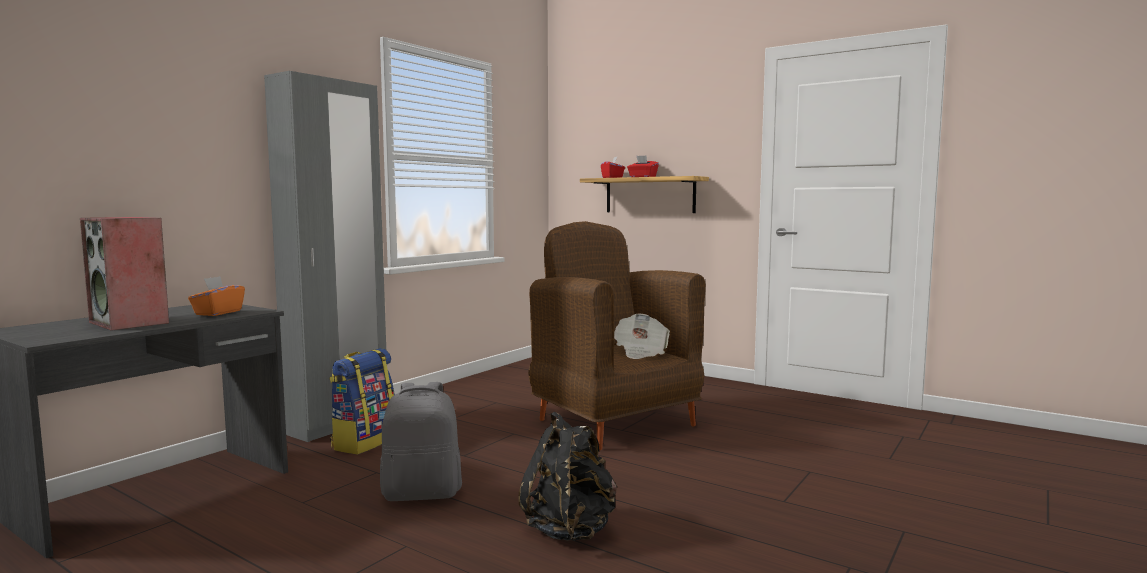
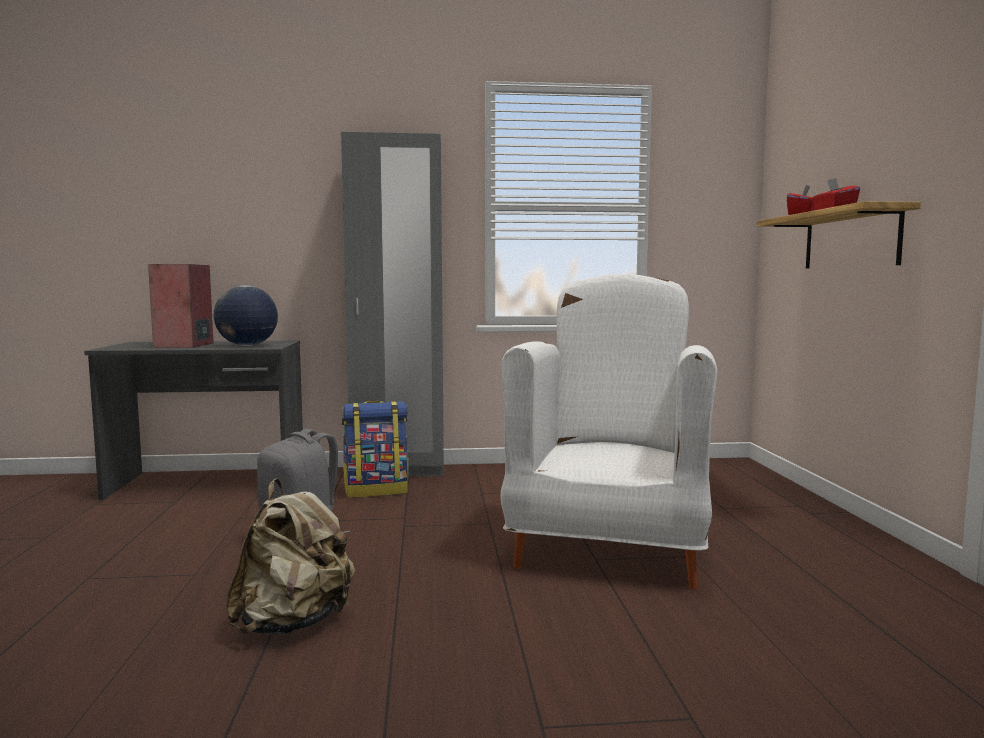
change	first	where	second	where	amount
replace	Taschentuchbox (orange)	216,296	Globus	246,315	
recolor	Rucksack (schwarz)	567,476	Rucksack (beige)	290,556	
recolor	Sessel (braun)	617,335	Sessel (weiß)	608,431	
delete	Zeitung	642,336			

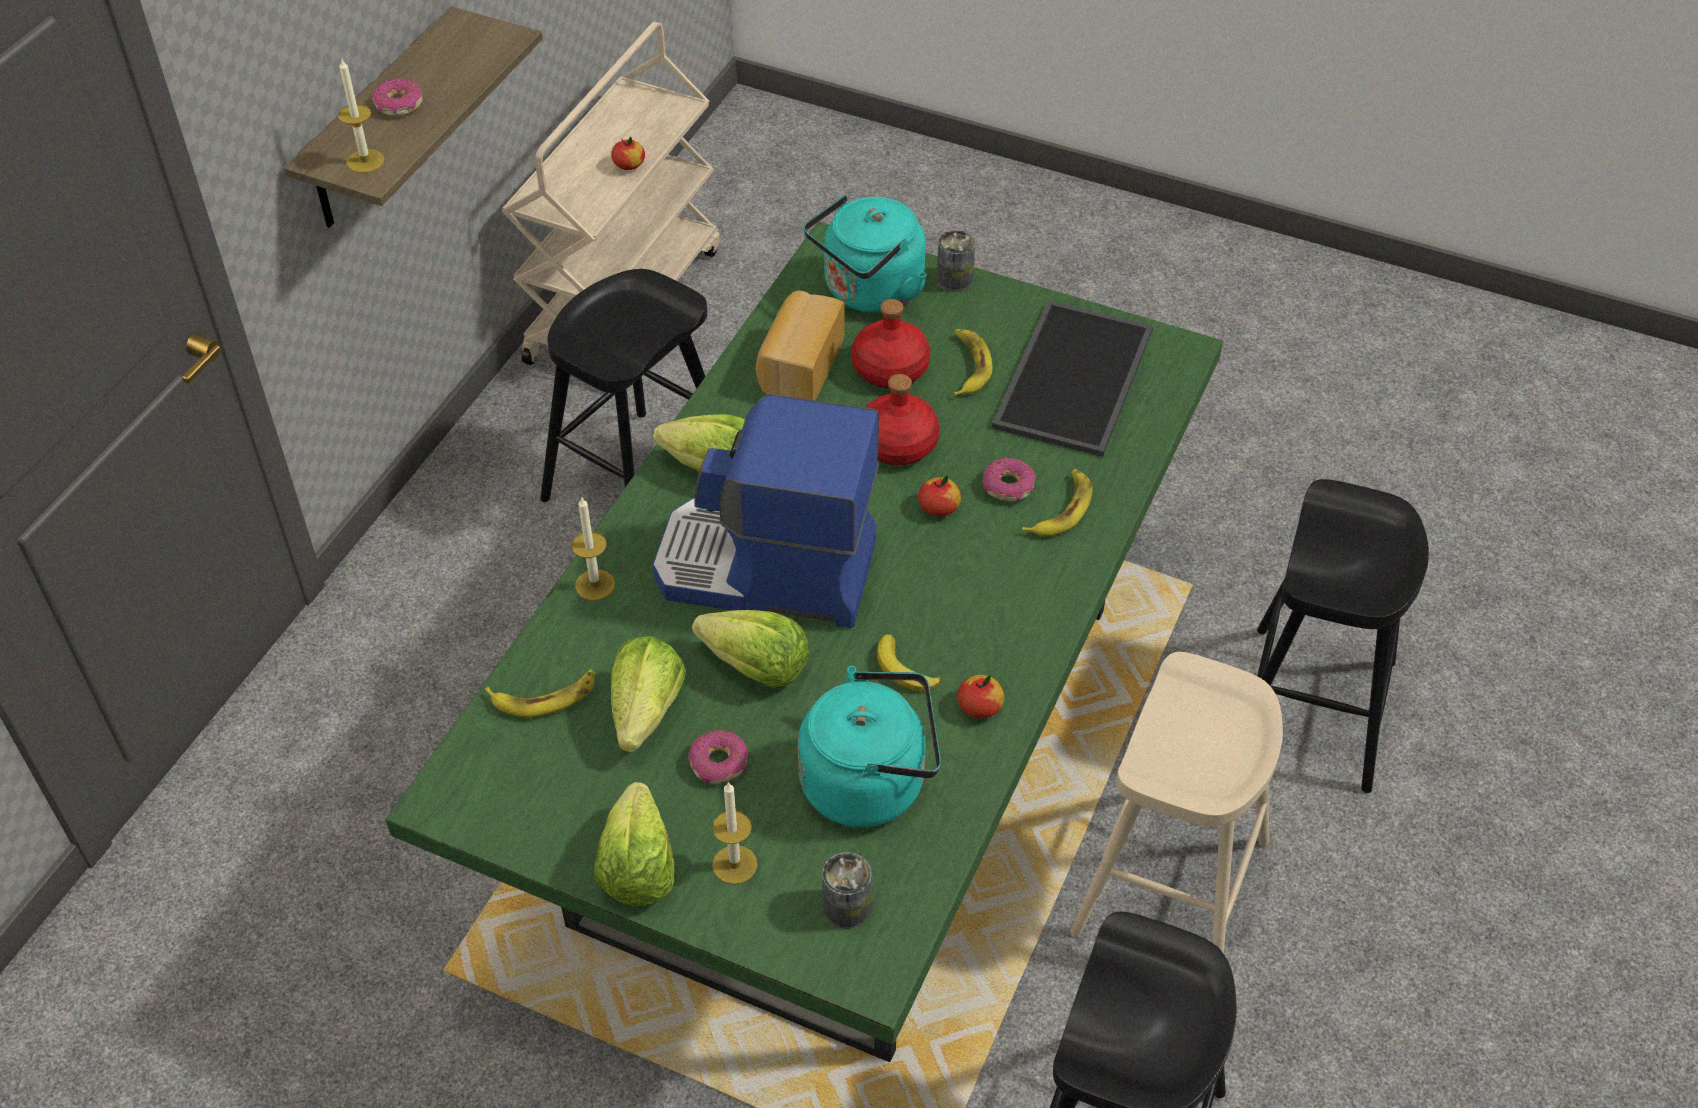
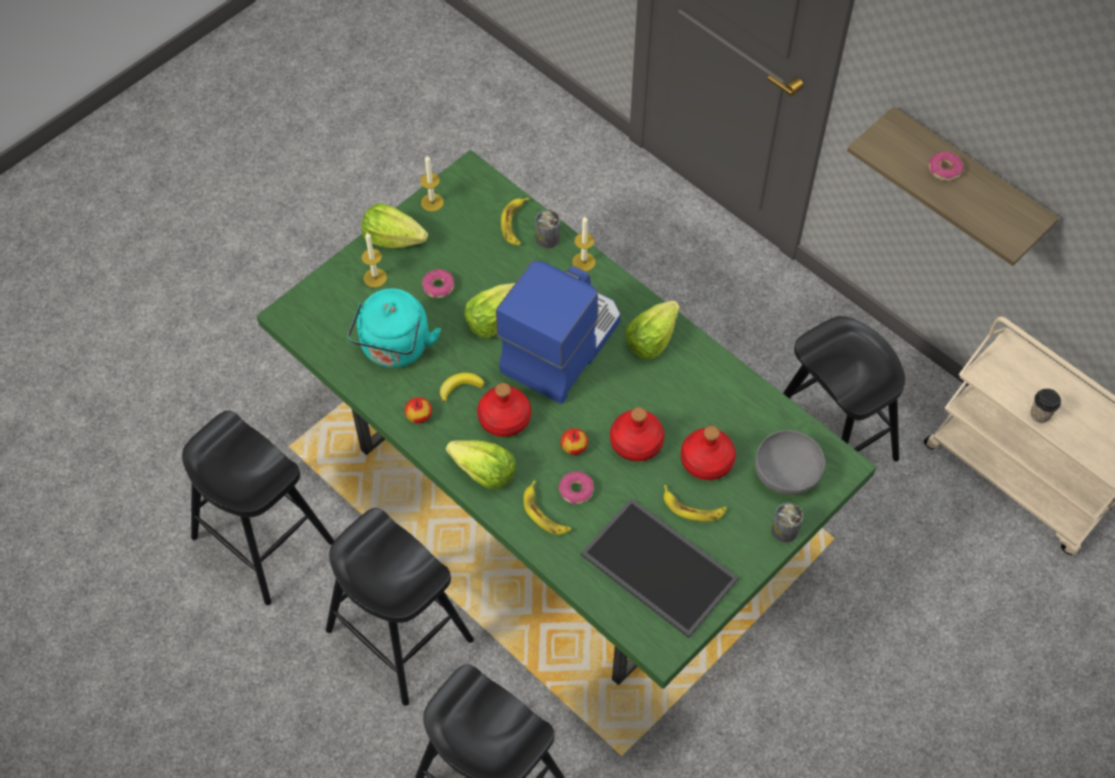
change	first	where	second	where	amount
recolor	Hocker (beige)	1176,803	Hocker (schwarz)	400,607	
move	Kerze	361,115		432,184	
move	Salatkopf	648,694		481,464	
insert			Flasche (rot)	504,410	
move	Dose	847,890		547,229	
replace	Wasserkessel (türkis)	865,254	Schüssel (grau)	790,462	
replace	Apfel	628,153	Tasse	1046,406	
delete	Brot	800,345			

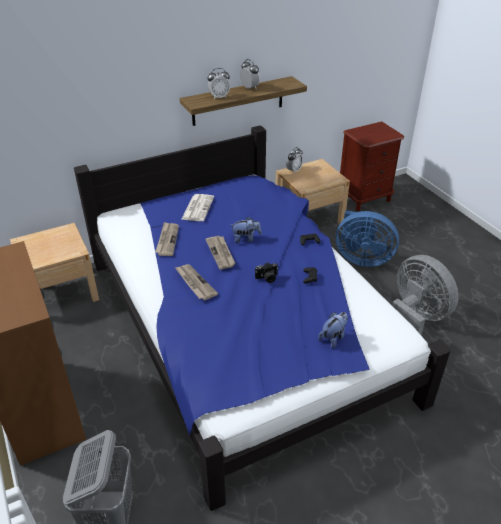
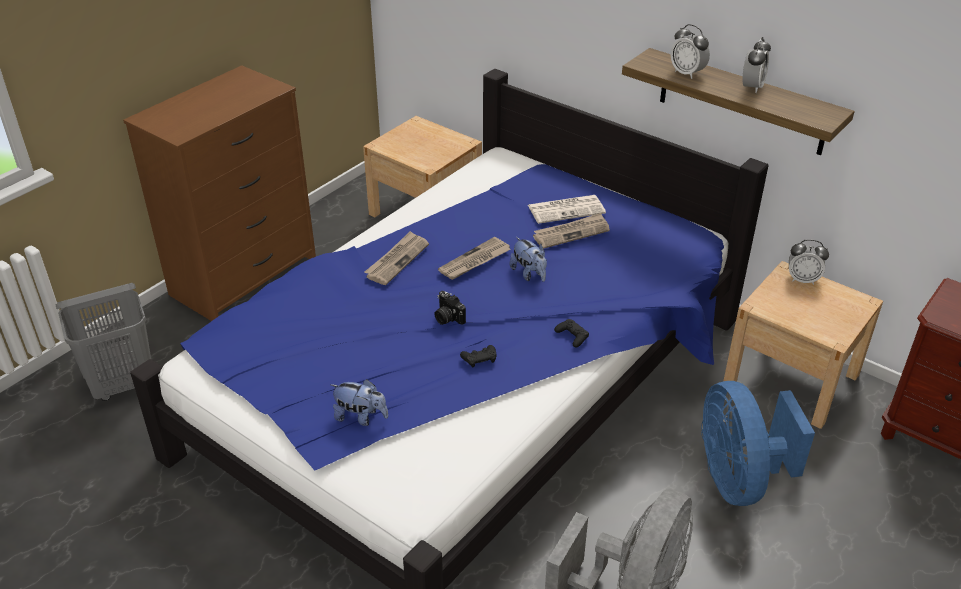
change	first	where	second	where	amount
move	Zeitung	167,239		571,231	

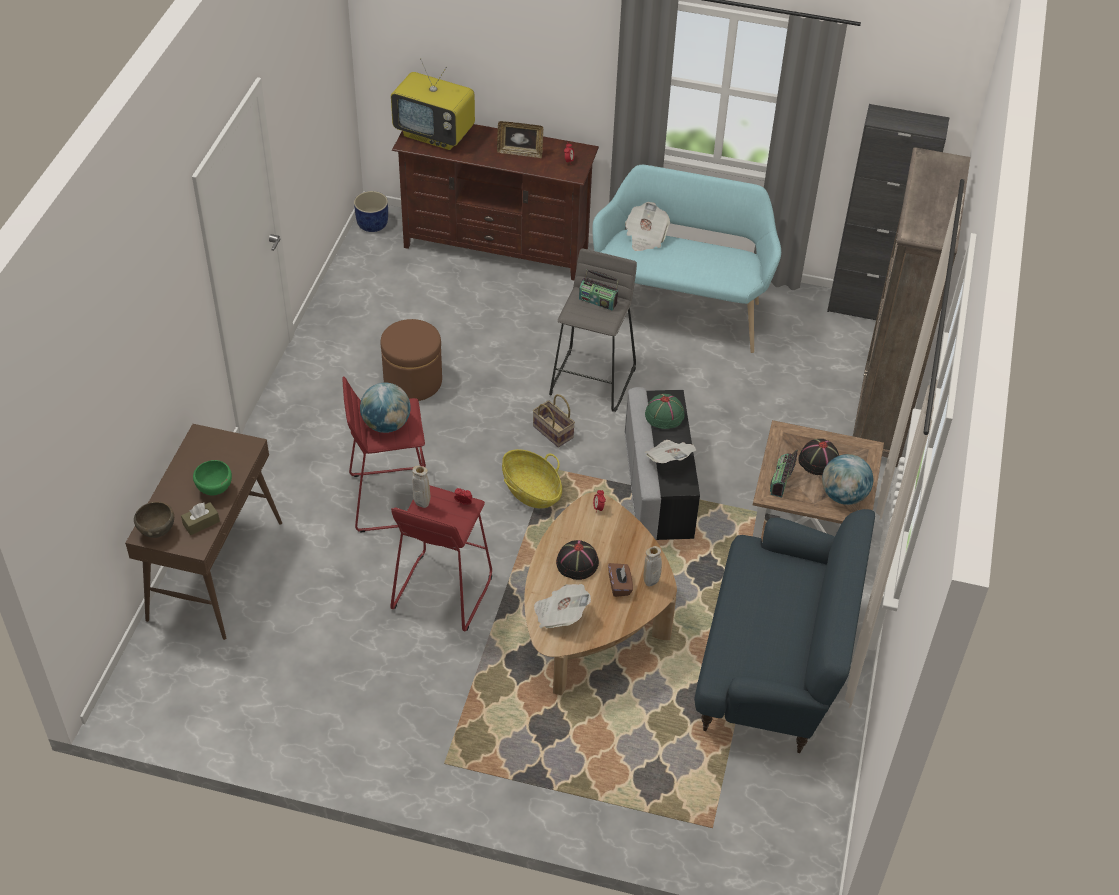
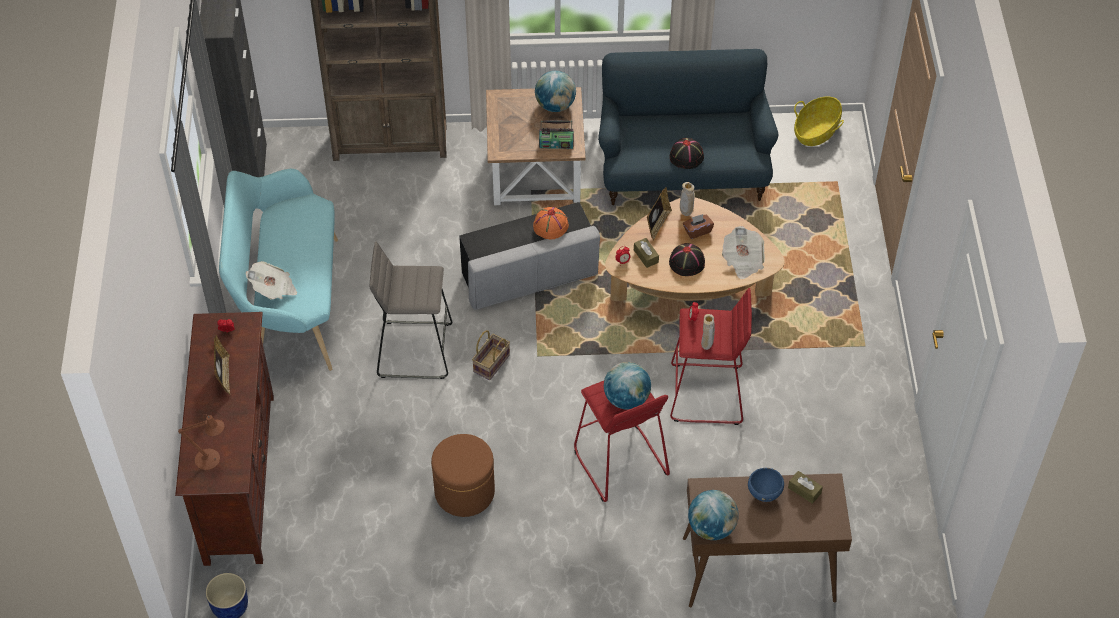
change	first	where	second	where	amount
replace	Fernseher	433,104	Tischlampe (braun)	201,442	
replace	Zeitung	671,451	Hut (orange)	551,223	
insert			Taschentuchbox (braun)	646,253	
insert			Bilderrahmen	659,213	
move	Hut (schwarz)	818,457		687,153	
insert			Globus	713,515	
recolor	Schüssel (grün)	212,478	Schüssel (blau)	766,485	
move	Korb	532,478		819,121	
delete	Schüssel (braun)	154,520			
delete	Radio	599,290			
delete	Hut (grün)	665,411			

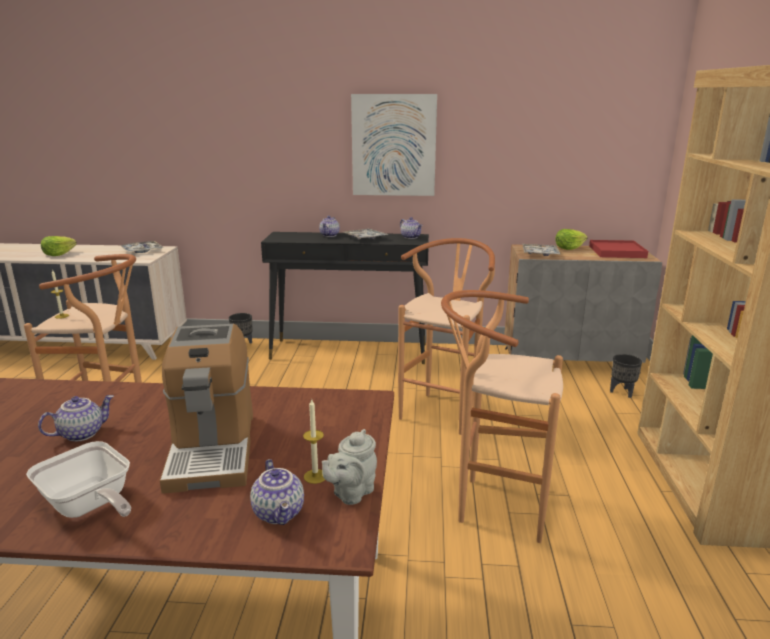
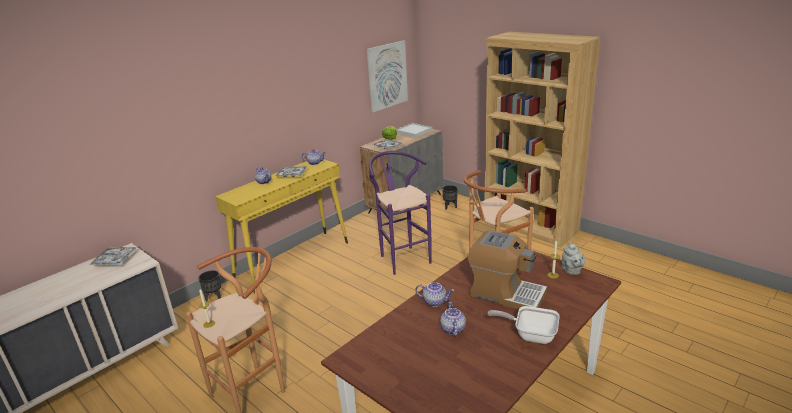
change	first	where	second	where	amount
recolor	Konsolentisch (schwarz)	345,298	Konsolentisch (gelb)	281,227	
move	Bild	394,145		387,76	
recolor	Hocker (braun)	446,336	Hocker (lila)	400,213	
recolor	Tablett (rot)	618,249	Tablett (weiß)	414,130	
move	Teekanne	277,492		434,294	
rotate	Pfanne	78,479		523,325	150 degrees counterclockwise
delete	Salatkopf	59,246			

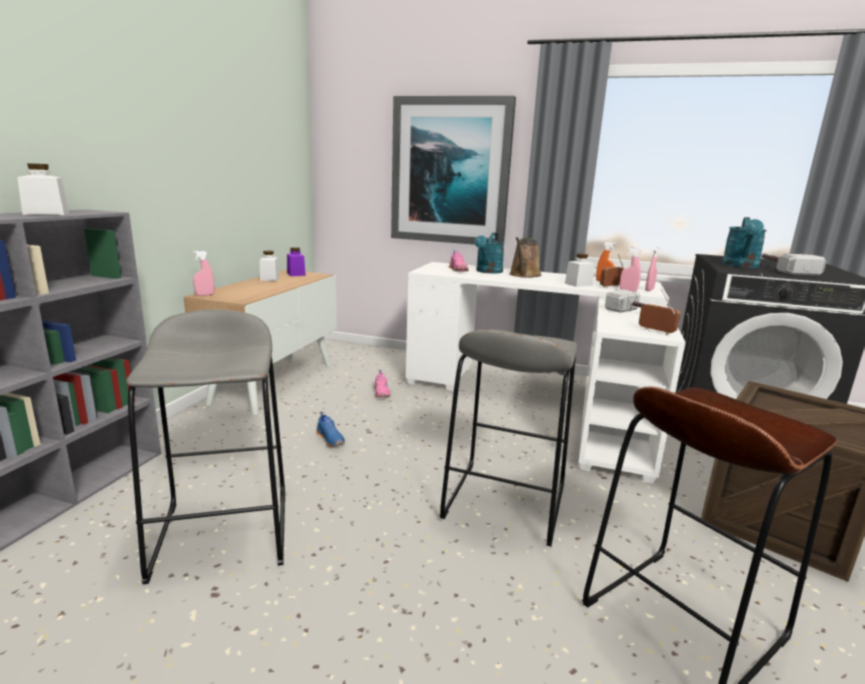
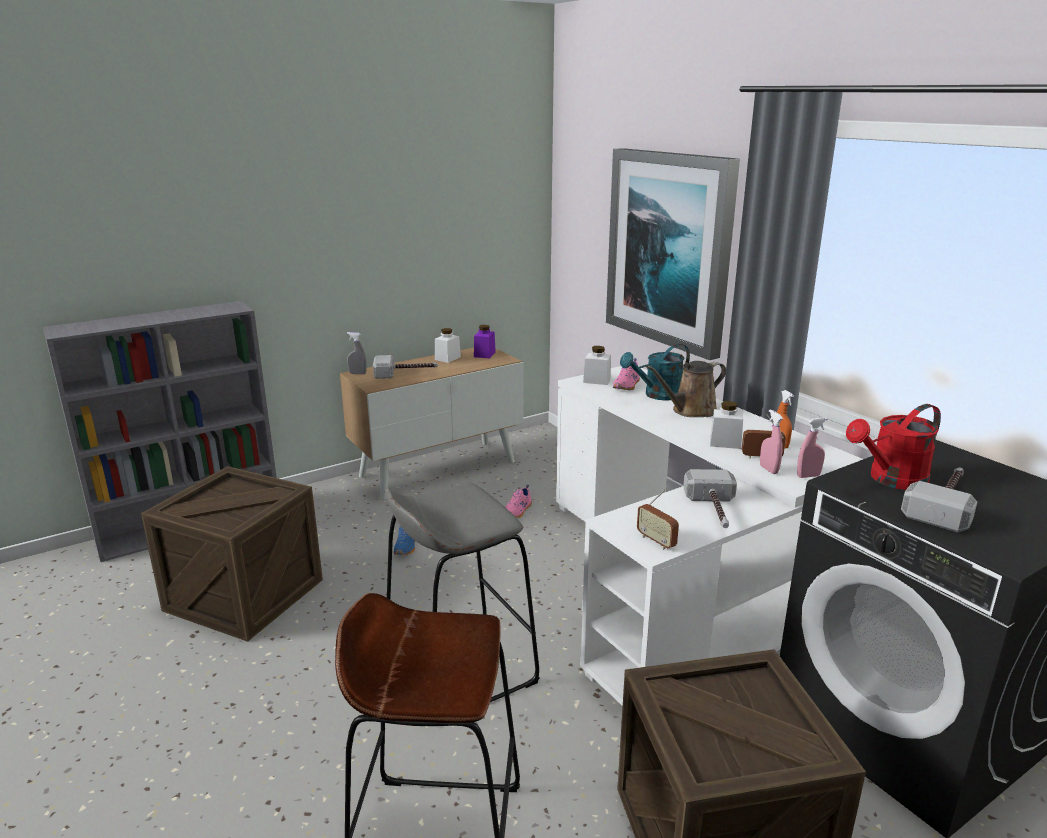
change	first	where	second	where	amount
replace	Hocker (grau)	205,446	Kiste	232,554	
recolor	Sprühflasche (rosa)	203,273	Sprühflasche (grau)	357,353	
insert			Hammer	405,367	
move	Vorratsglas (weiß)	43,189		597,365	
rotate	Radio	659,312		658,519	150 degrees clockwise
recolor	Gießkanne (türkis)	744,242	Gießkanne (rot)	893,447	

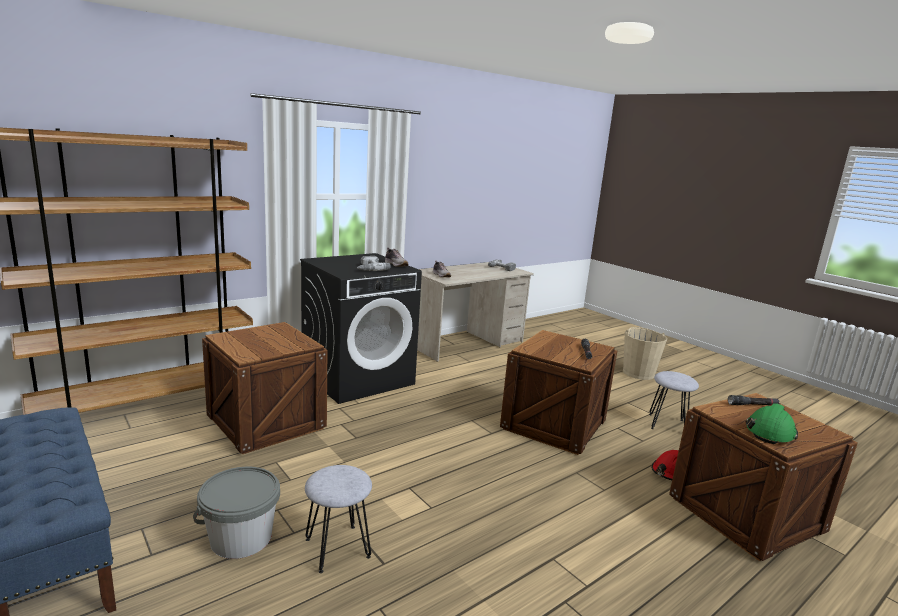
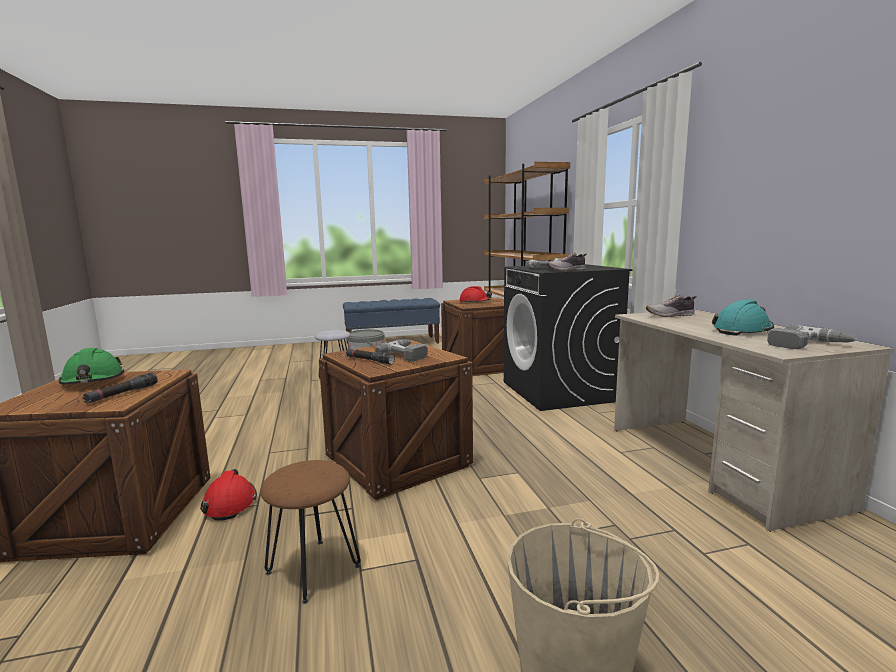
change	first	where	second	where	amount
recolor	Hocker (grau)	674,400	Hocker (braun)	310,532	
insert			Bohrmaschine	401,350	
insert			Schutzhelm (rot)	476,294	
insert			Schutzhelm (türkis)	743,317	

